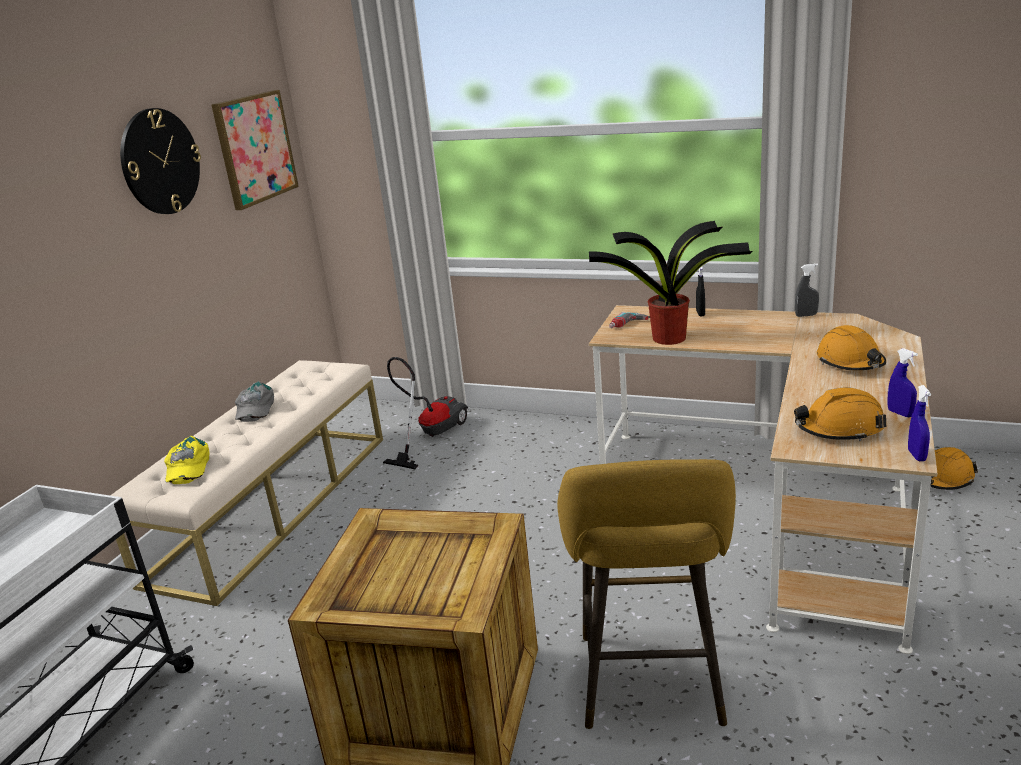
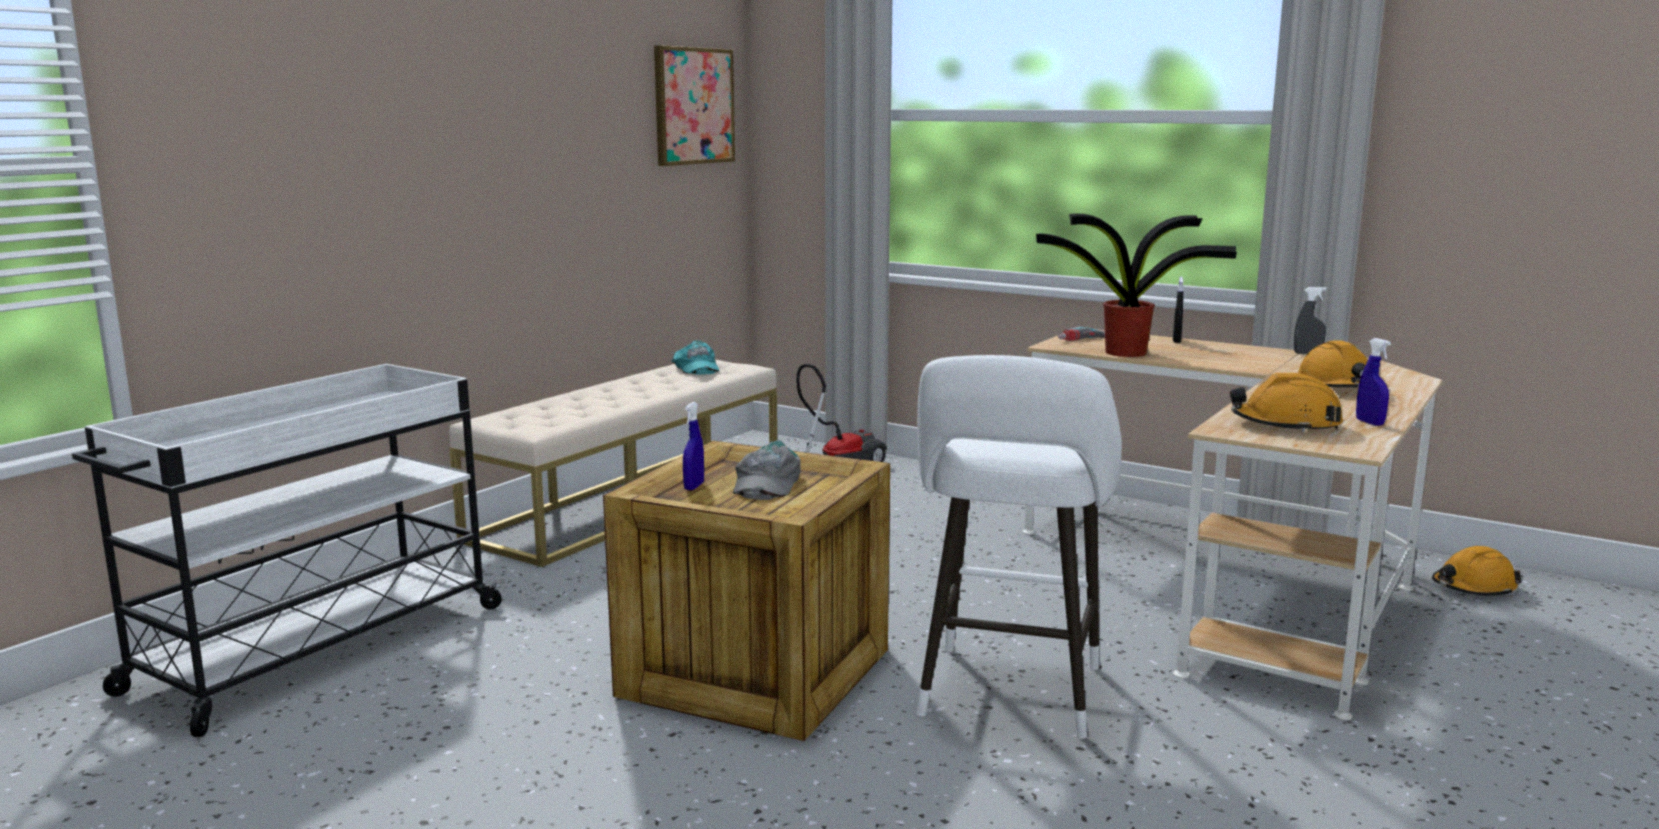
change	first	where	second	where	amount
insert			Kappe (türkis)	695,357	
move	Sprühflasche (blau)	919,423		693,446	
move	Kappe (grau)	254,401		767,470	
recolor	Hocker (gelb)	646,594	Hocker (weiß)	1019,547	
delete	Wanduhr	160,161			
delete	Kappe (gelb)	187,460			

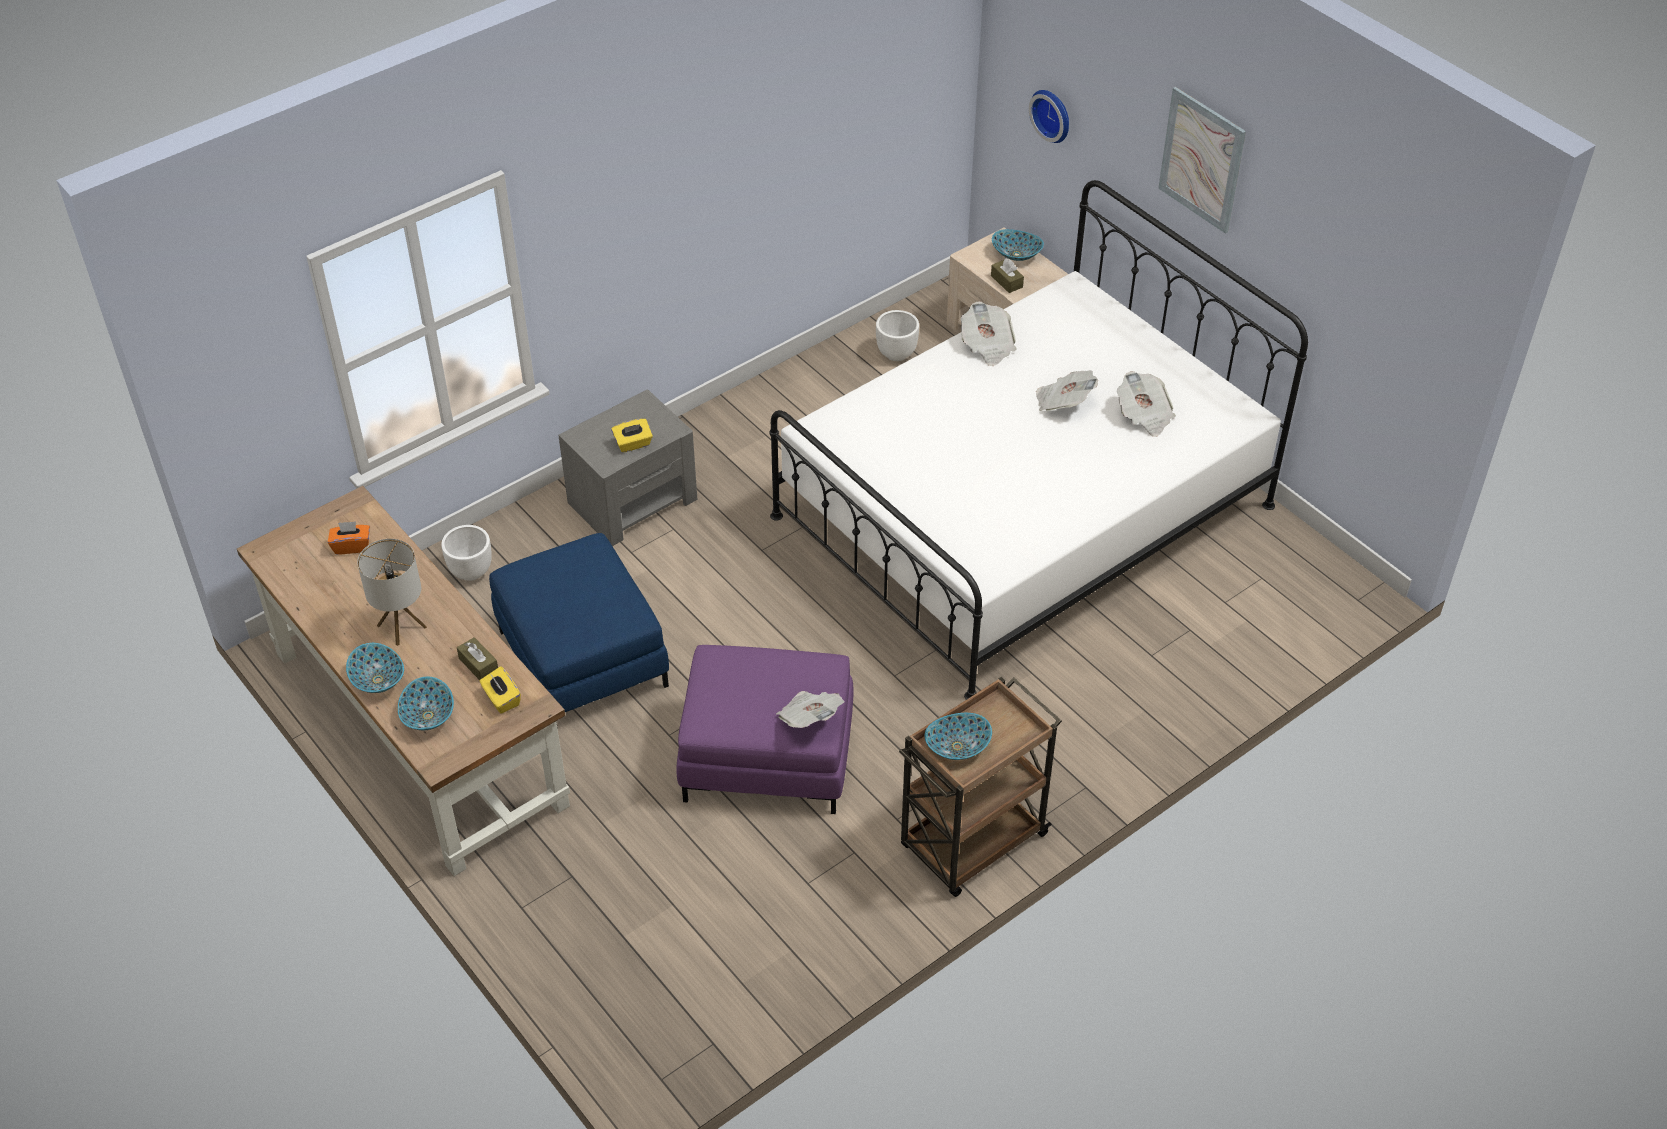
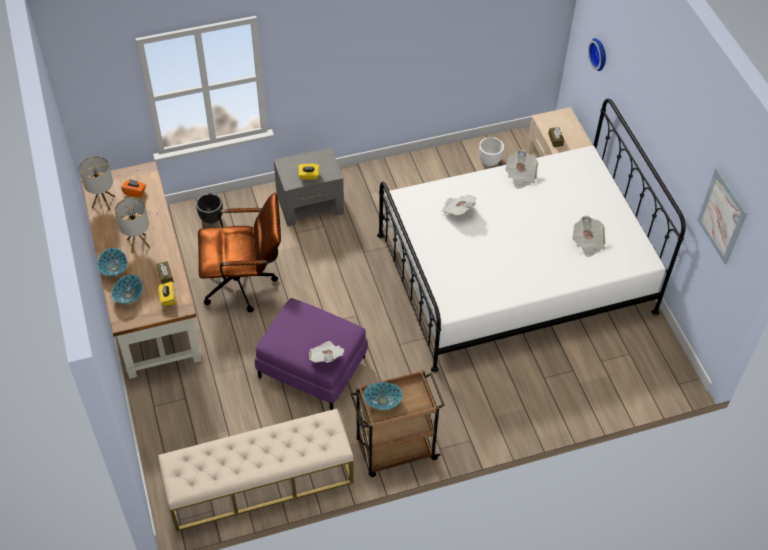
change	first	where	second	where	amount
insert			Tischlampe	97,183	
insert			Bank (beige)	256,470	
recolor	Pflanzkübel (weiß)	466,553	Pflanzkübel (schwarz)	209,208	
replace	Polsterhocker (blau)	579,631	Bürostuhl (braun)	239,252	
move	Zeitung	1067,390		459,205	
move	Bild	1202,160		722,216	
delete	Schüssel	1018,245			

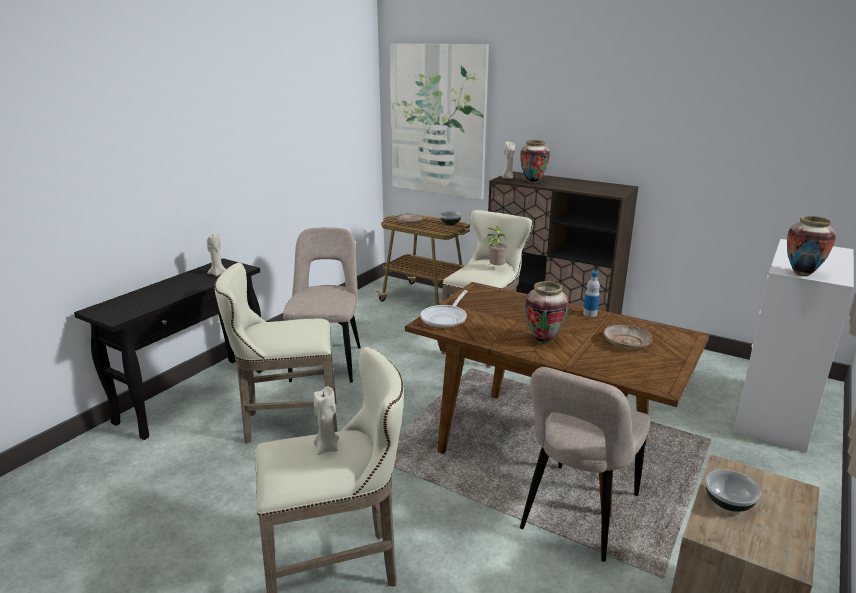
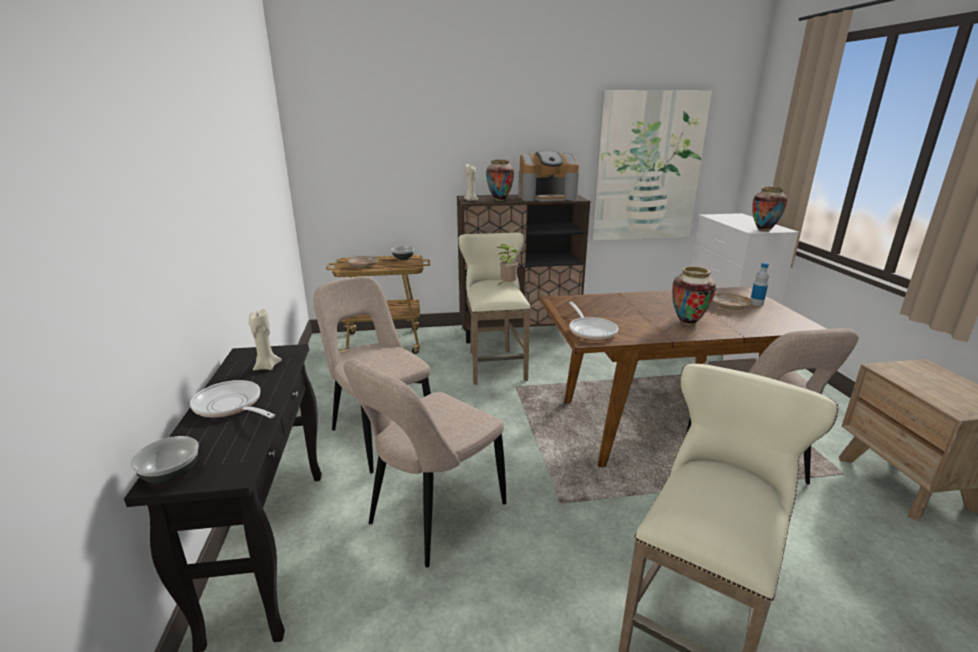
change	first	where	second	where	amount
move	Schüssel	733,491		164,459	
insert			Pfanne	232,399	
replace	Hocker (beige)	276,353	Stuhl (beige)	424,462	
insert			Kaffeemaschine	548,176	
move	Bild	439,121		651,165	
move	Flasche	591,294		760,284	
delete	Kerze (beige)	326,420			

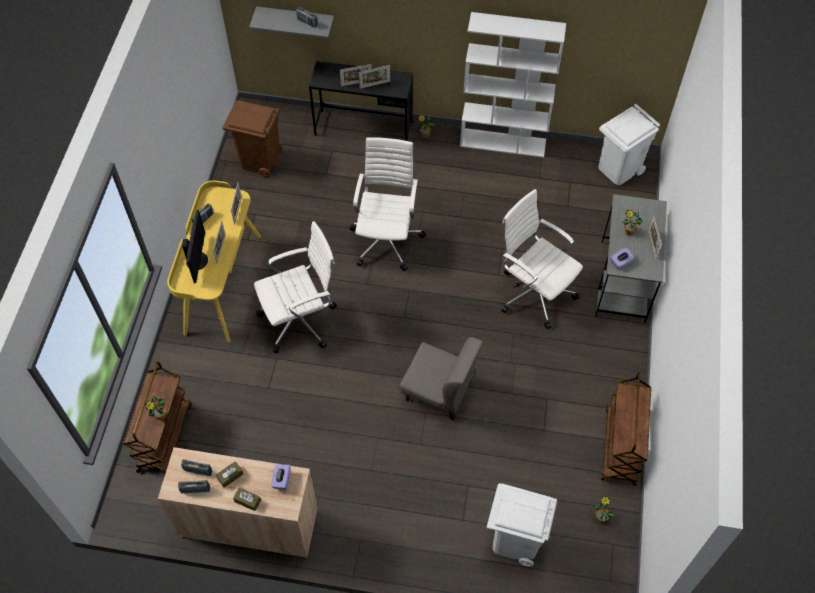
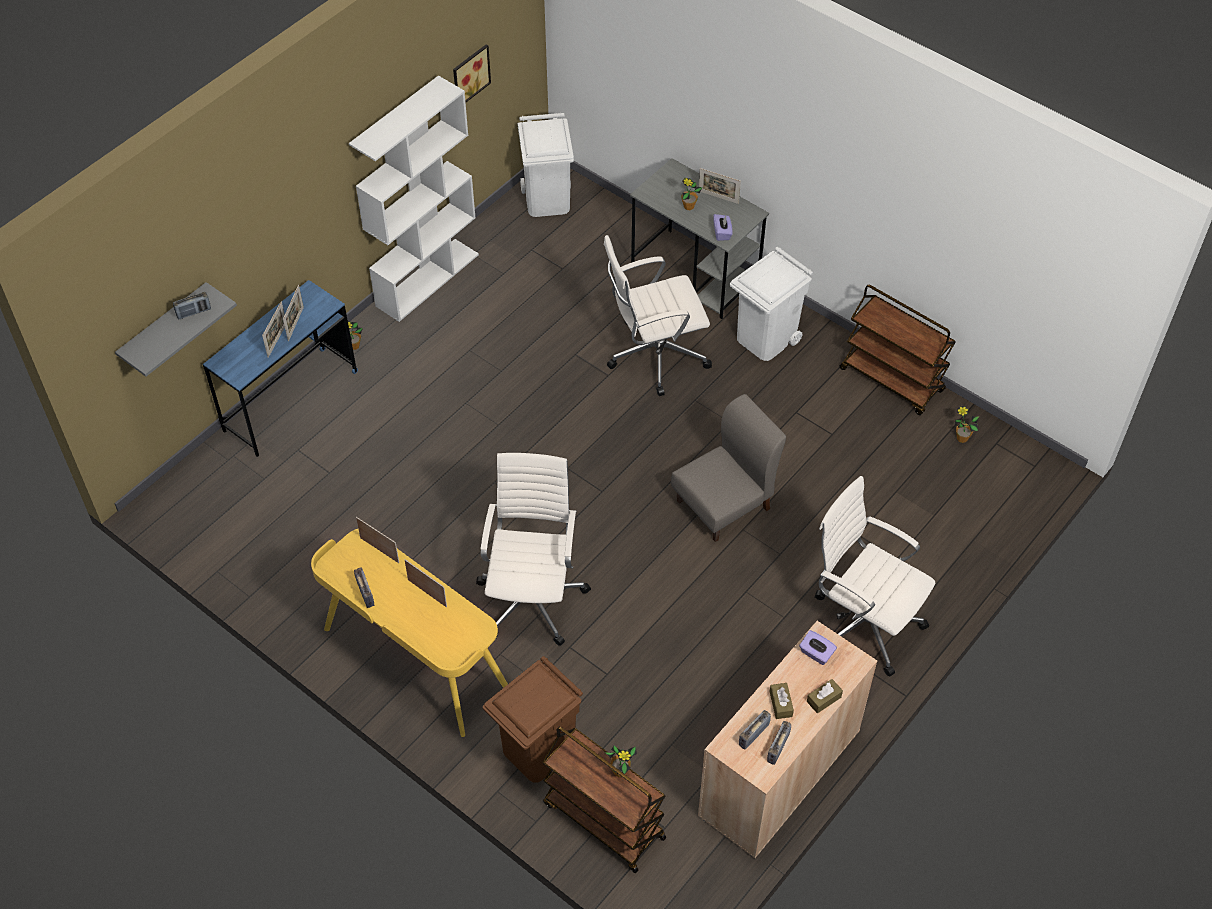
change	first	where	second	where	amount
recolor	Schreibtisch (schwarz)	361,101	Schreibtisch (blau)	280,368	
insert			Bild	472,73	
move	Mülleimer (braun)	252,138		533,719	
move	Mülleimer (weiß)	522,525		771,304	
move	Bürostuhl (weiß)	388,204		875,576	
delete	Monitor	195,246			

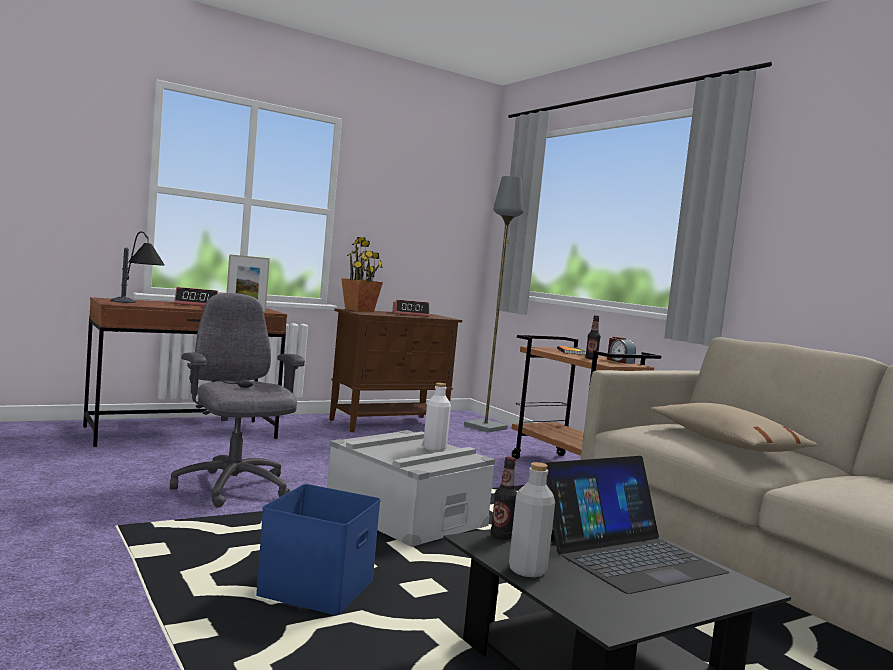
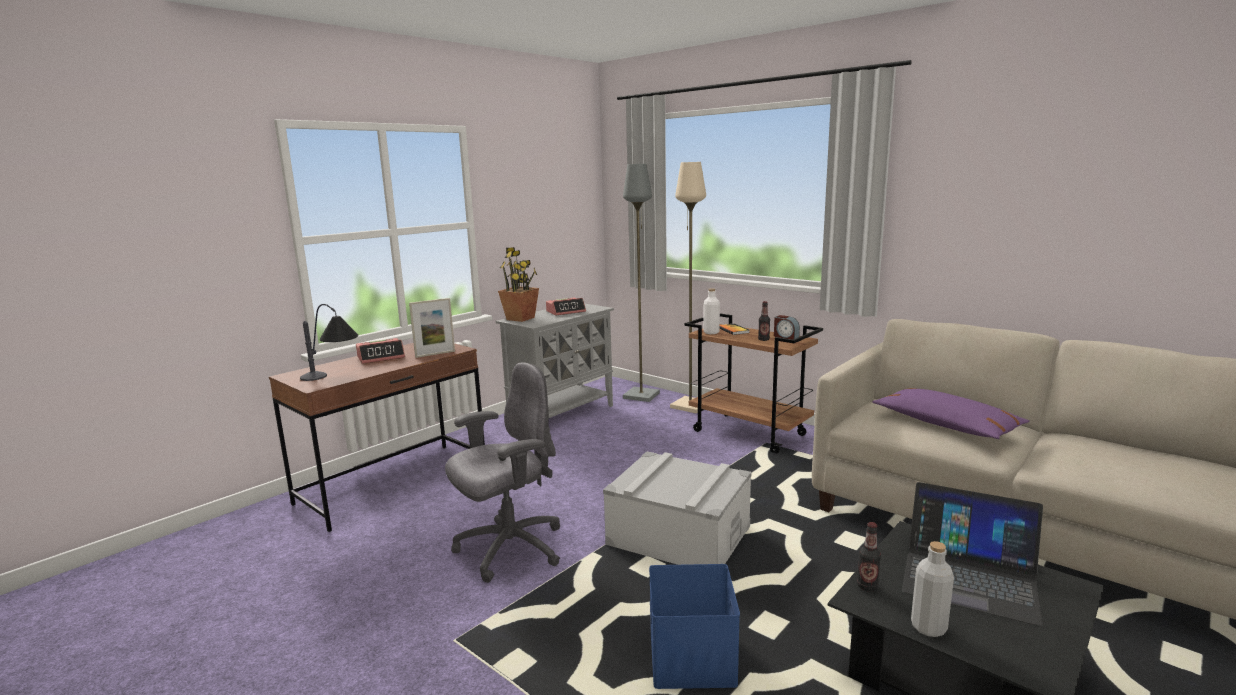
change	first	where	second	where	amount
rotate	Bürostuhl (grau)	237,400		502,472	105 degrees clockwise
recolor	Schrank (braun)	396,370	Schrank (grau)	555,360	
insert			Stehlampe (beige)	688,288	
move	Flasche (weiß)	437,417		711,311	
recolor	Kissen (beige)	734,427	Kissen (lila)	951,413	
rotate	Laptop	637,525		972,554	75 degrees clockwise

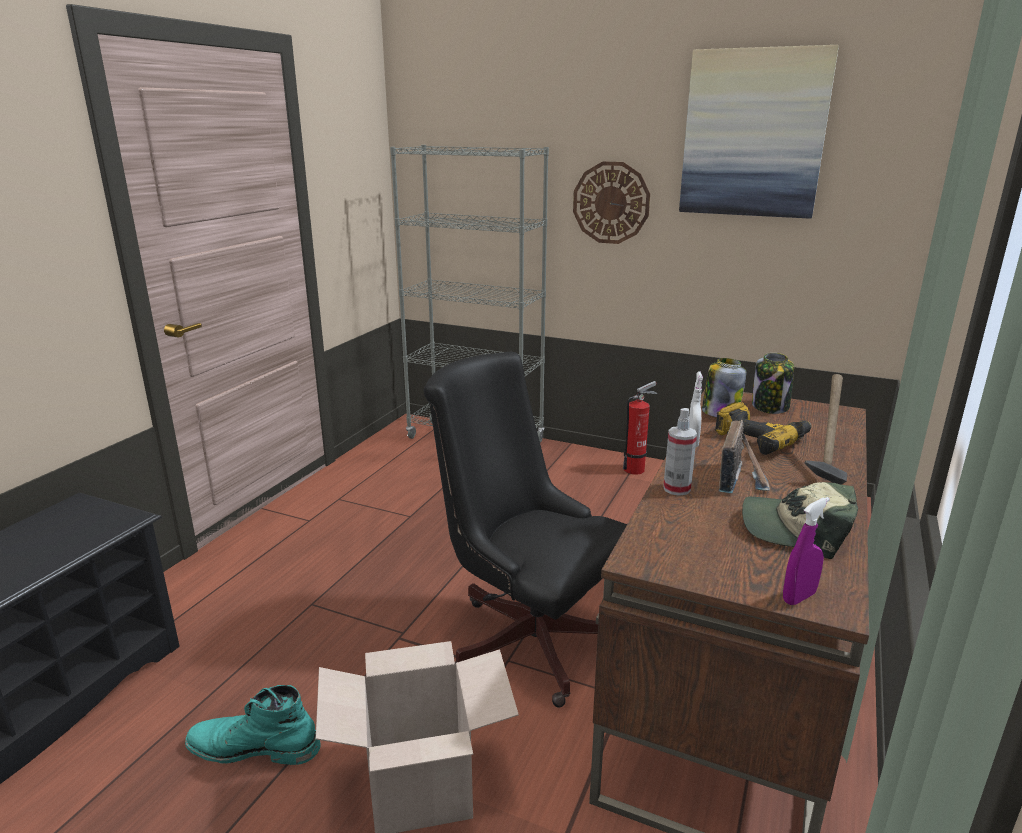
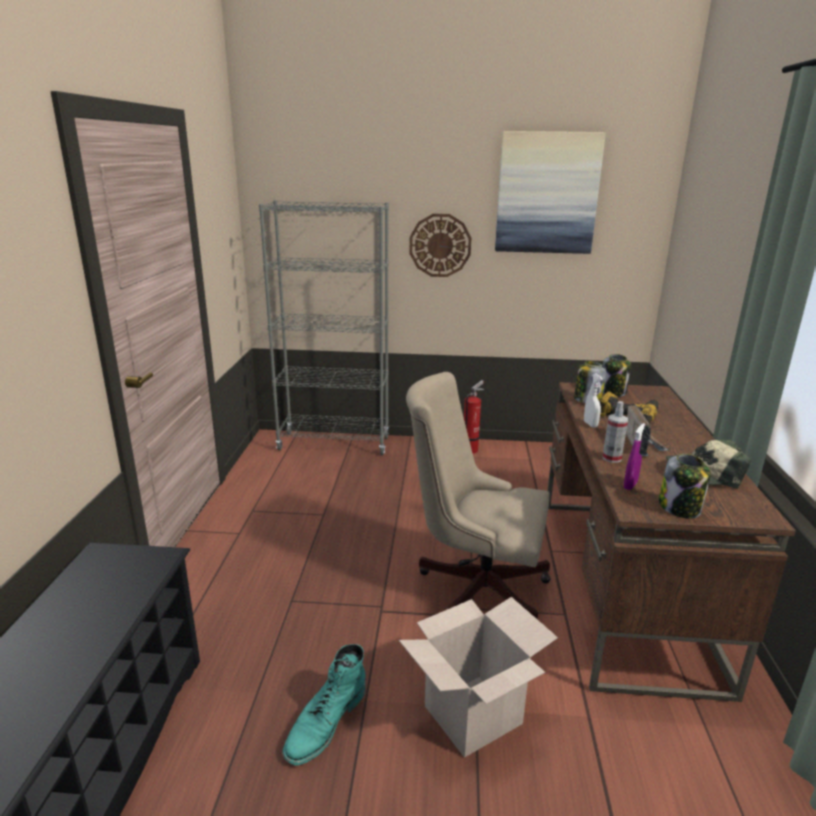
change	first	where	second	where	amount
rotate	Stiefel (türkis)	252,725		324,705	45 degrees counterclockwise
recolor	Bürostuhl (schwarz)	525,529	Bürostuhl (beige)	478,496	
move	Sprühflasche (lila)	806,551		634,456	
insert			Vorratsglas	685,486	
delete	Hammer	826,429			

